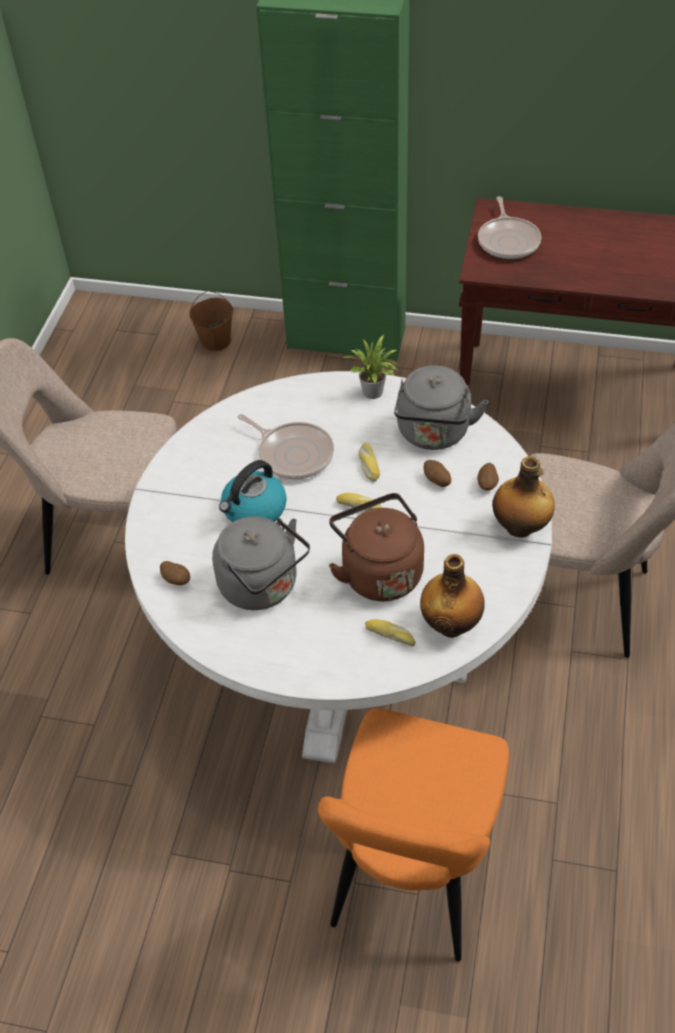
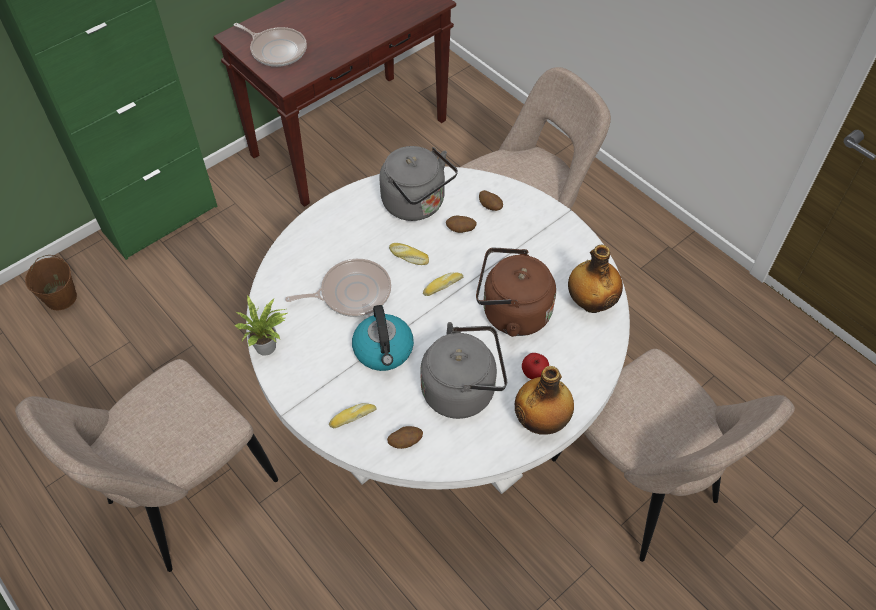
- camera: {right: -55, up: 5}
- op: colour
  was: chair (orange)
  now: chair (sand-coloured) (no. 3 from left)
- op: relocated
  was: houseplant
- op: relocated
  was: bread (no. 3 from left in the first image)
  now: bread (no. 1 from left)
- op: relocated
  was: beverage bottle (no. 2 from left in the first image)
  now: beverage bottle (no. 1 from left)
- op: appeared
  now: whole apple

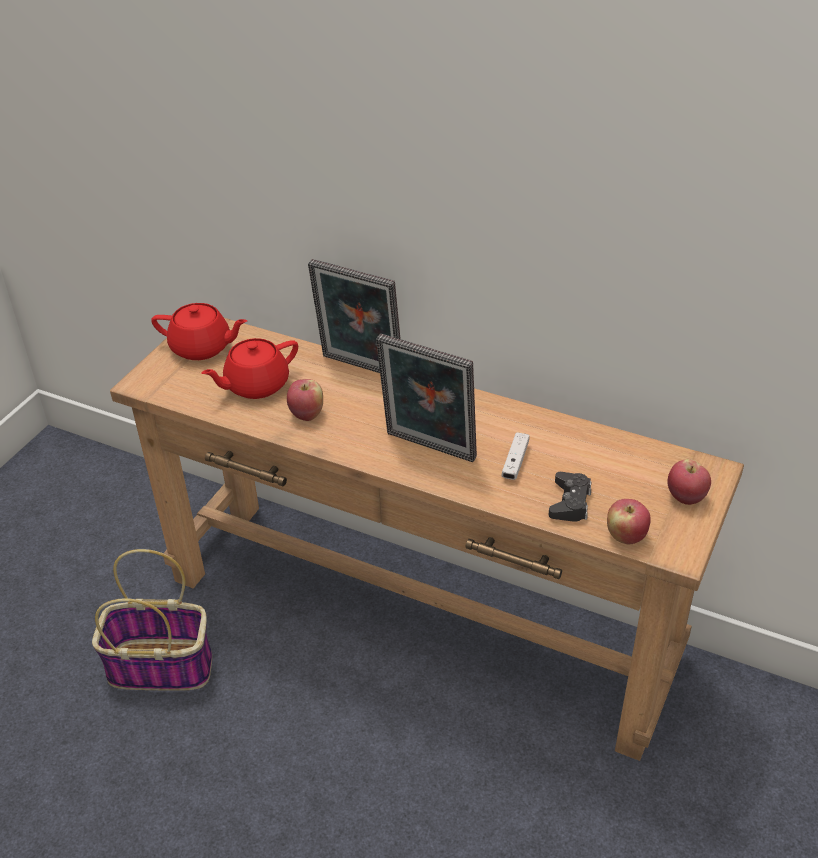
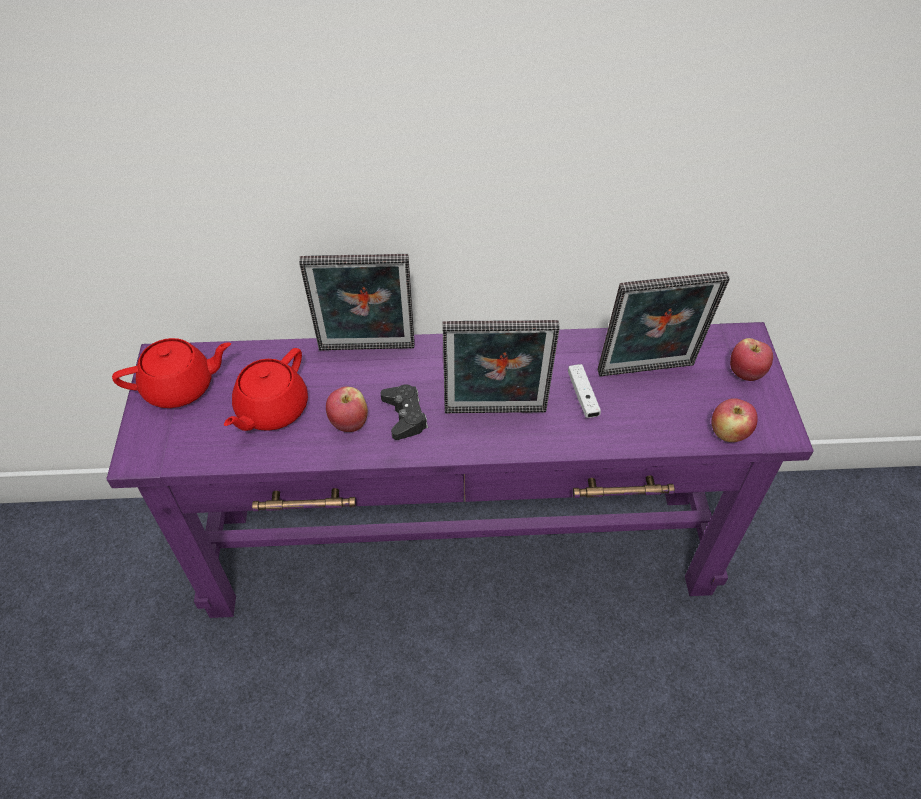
- camera: {right: -30, up: 10}
- op: missing
  was: storage basket
- op: colour
  was: hall table (brownish)
  now: hall table (purple)
- op: relocated
  was: game controller (black-coloured)
- op: appeared
  now: standing frame (no. 3 from left)

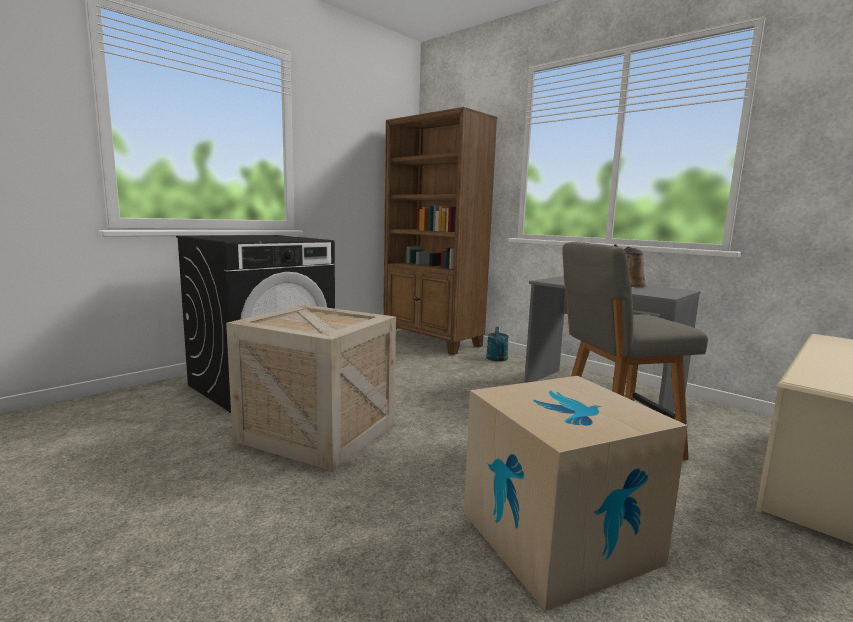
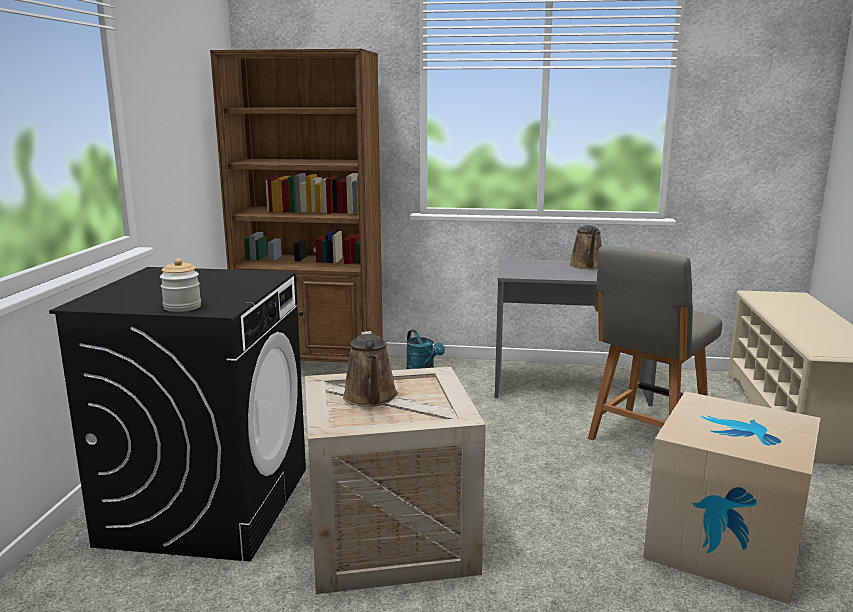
- camera: {right: -35, up: 5}
- op: appeared
  now: preserve jar
- op: appeared
  now: watering can (brownish) (no. 1 from left)

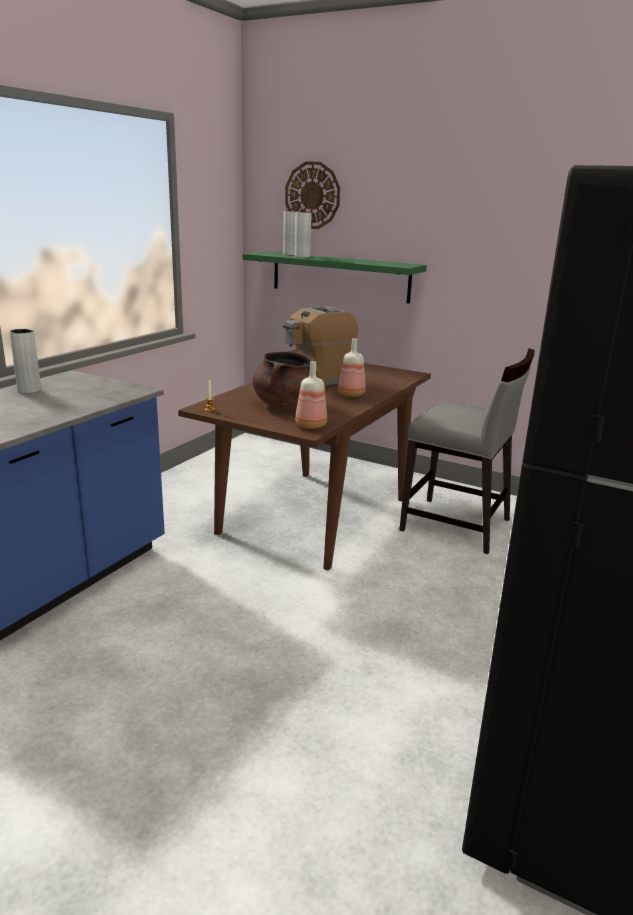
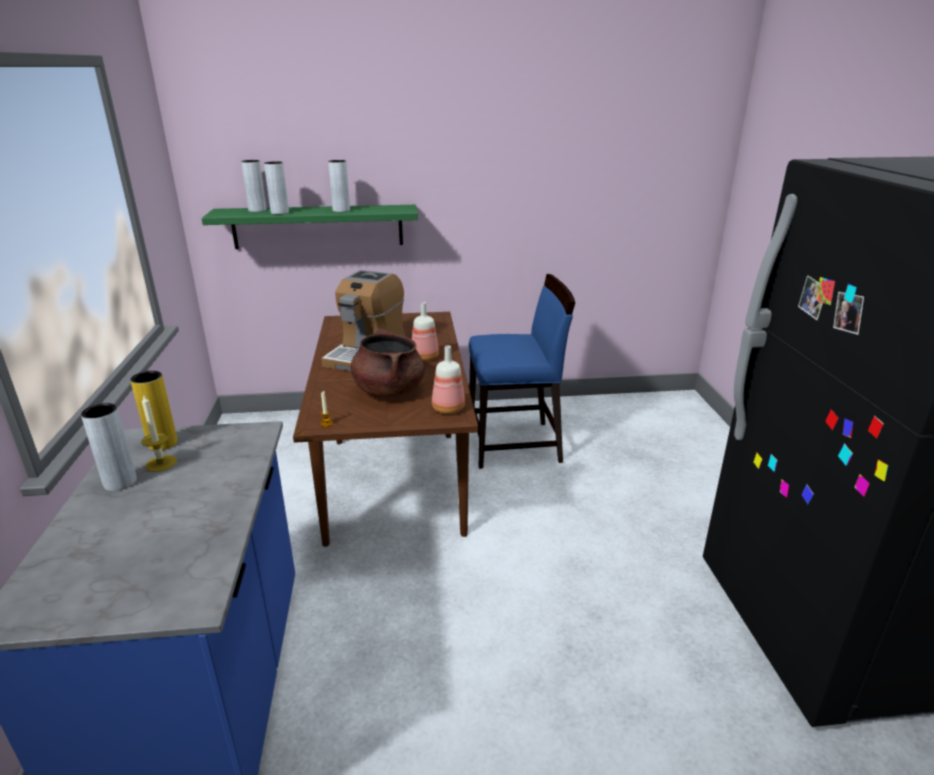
- camera: {right: -35, up: 5}
- op: missing
  was: wall clock
- op: colour
  was: chair (greyish)
  now: chair (blue-coloured)
- op: appeared
  now: vase (yellow)
- op: appeared
  now: wax light (no. 1 from left)
- op: appeared
  now: vase (greyish) (no. 4 from left)

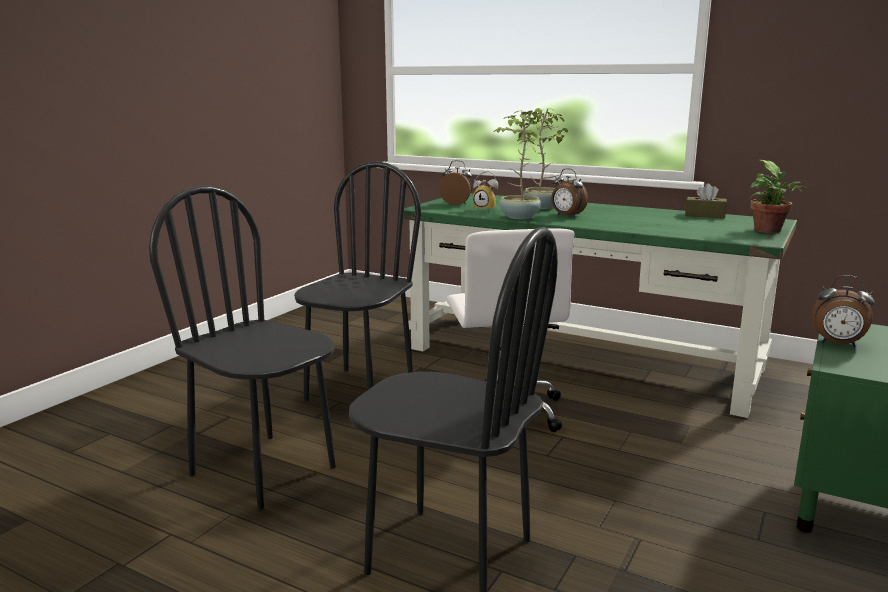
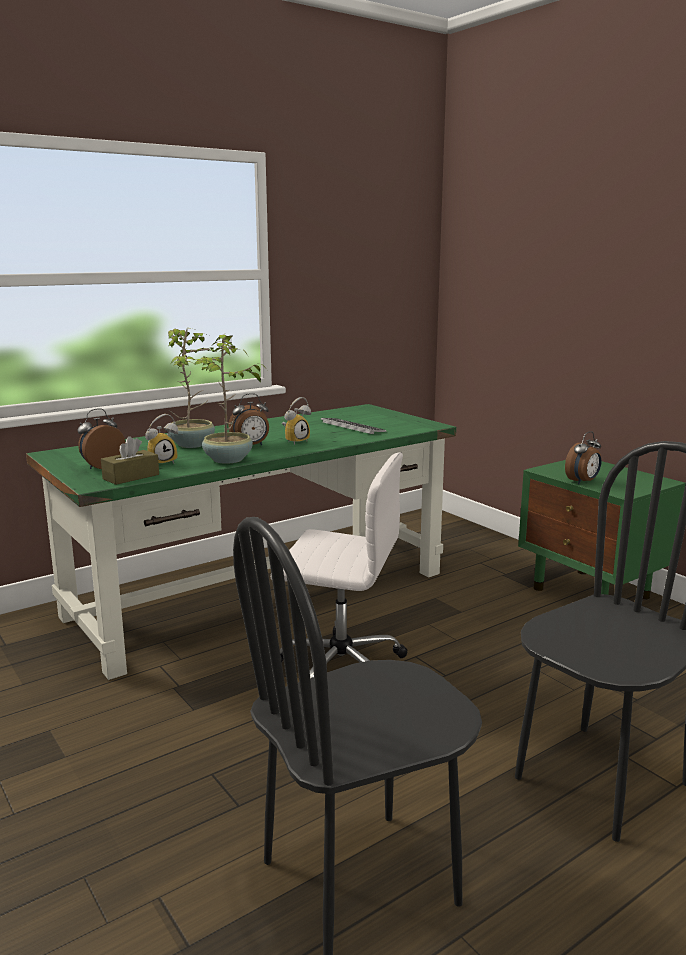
- camera: {right: -65, up: 0}
- op: missing
  was: chair (black-coloured) (no. 2 from left)
- op: relocated
  was: box of tissues (brownish)
- op: missing
  was: houseplant (no. 3 from left)
- op: appeared
  now: table clock (no. 4 from left)
- op: appeared
  now: keyboard

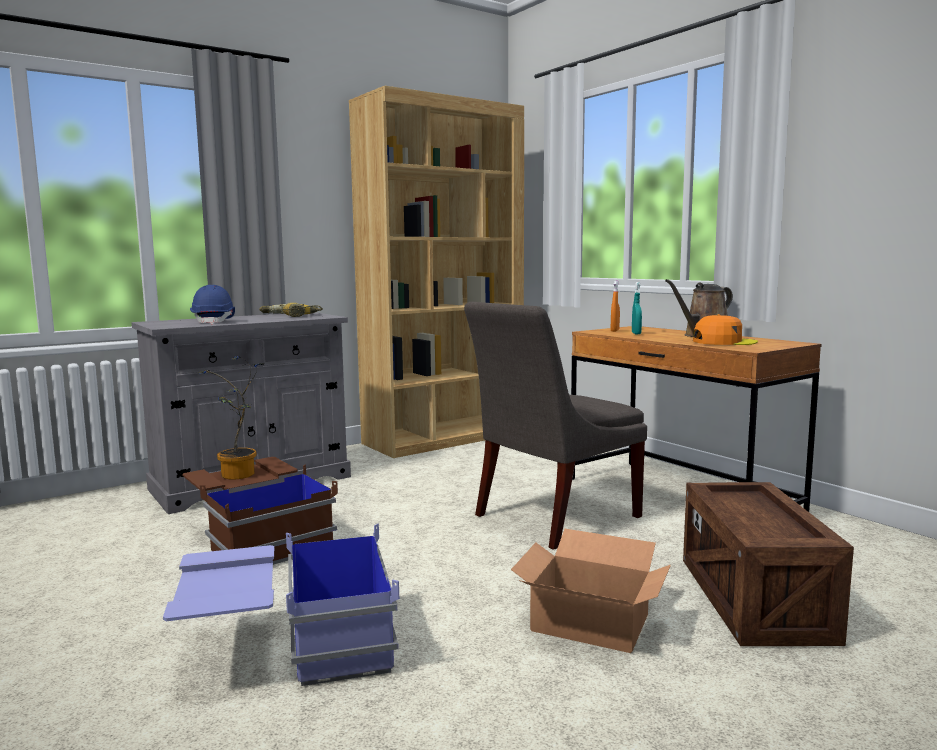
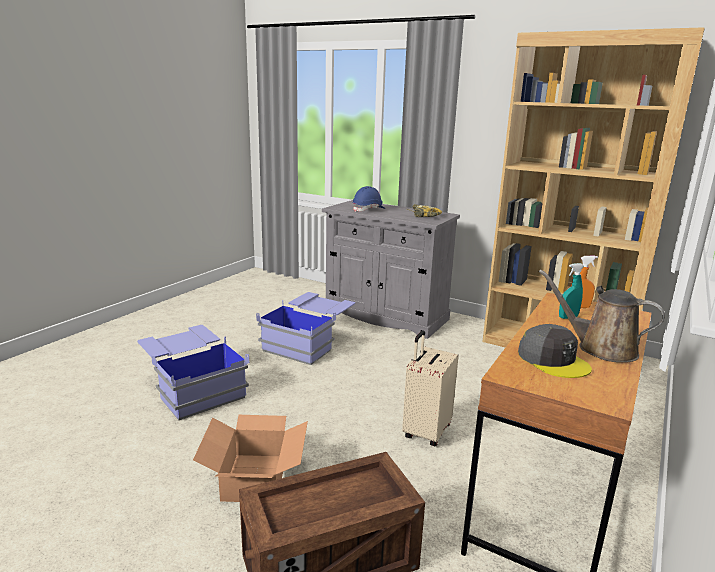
- camera: {right: 65, up: 10}
- op: colour
  was: storage bin (brownish)
  now: storage bin (blue-coloured) (no. 2 from left)
- op: missing
  was: houseplant
- op: exchanged
  was: chair (greyish)
  now: piece of luggage (sand-coloured)
- op: colour
  was: baseball cap (orange)
  now: baseball cap (greyish)

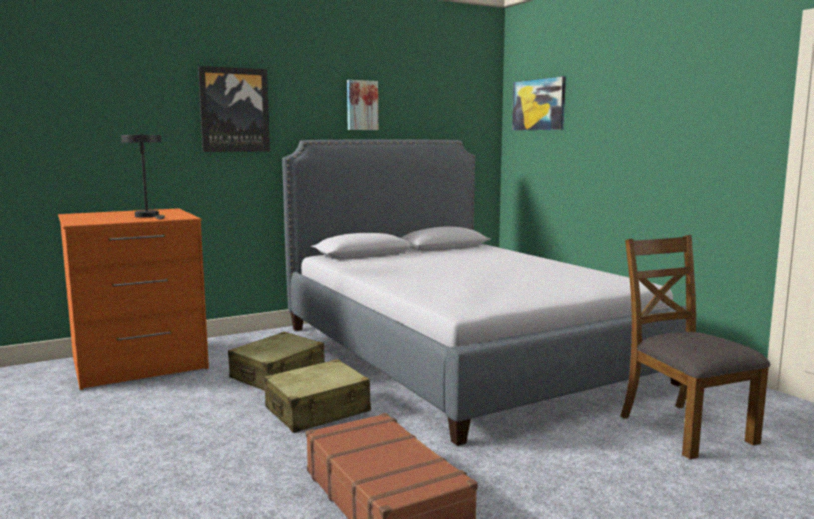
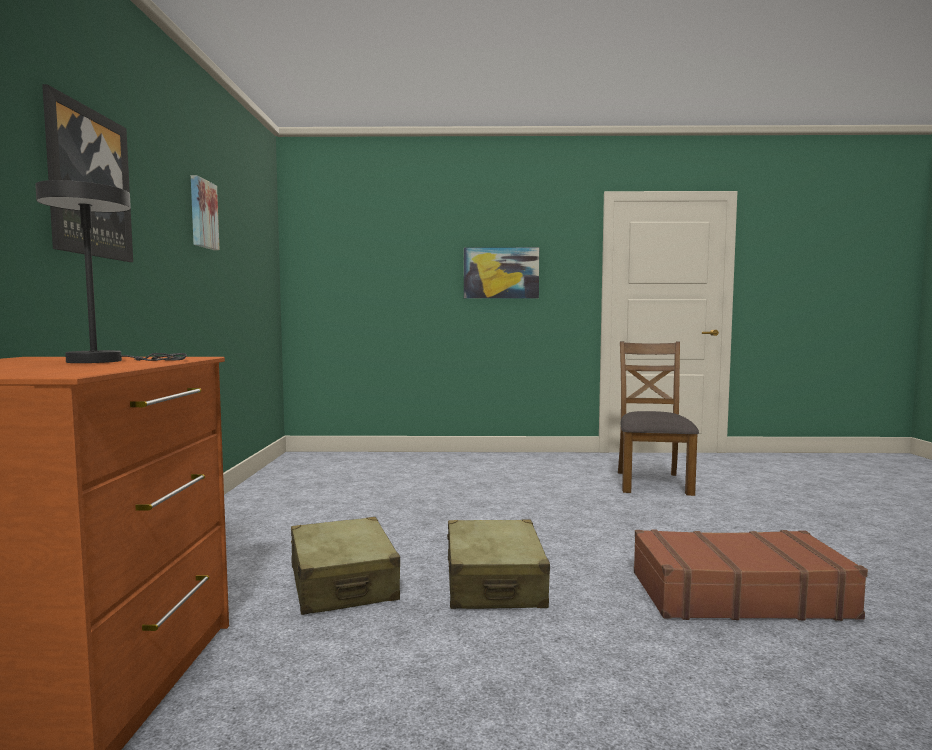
- camera: {right: -60, up: -5}
- op: missing
  was: bed
- op: relocated
  was: wall art (no. 3 from left)
- op: spun
  was: chair (brownish)
  clockwise: 90

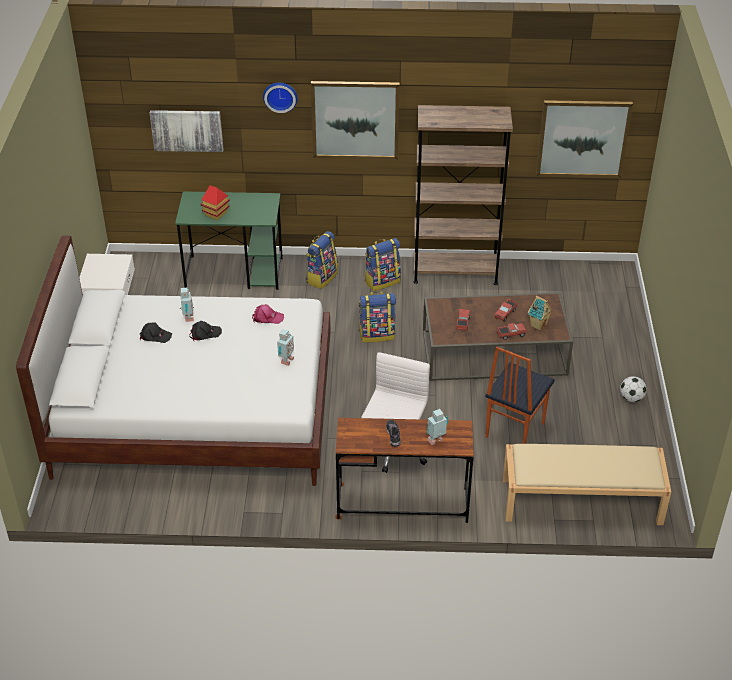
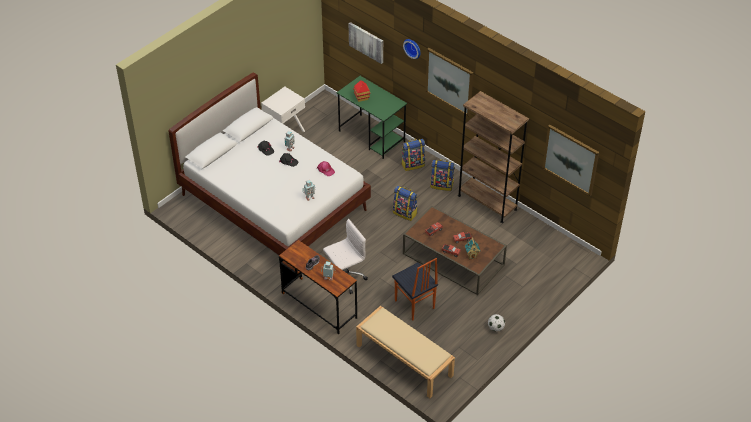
- camera: {right: 40, up: 5}
- op: spun
  was: chair
  clockwise: -105

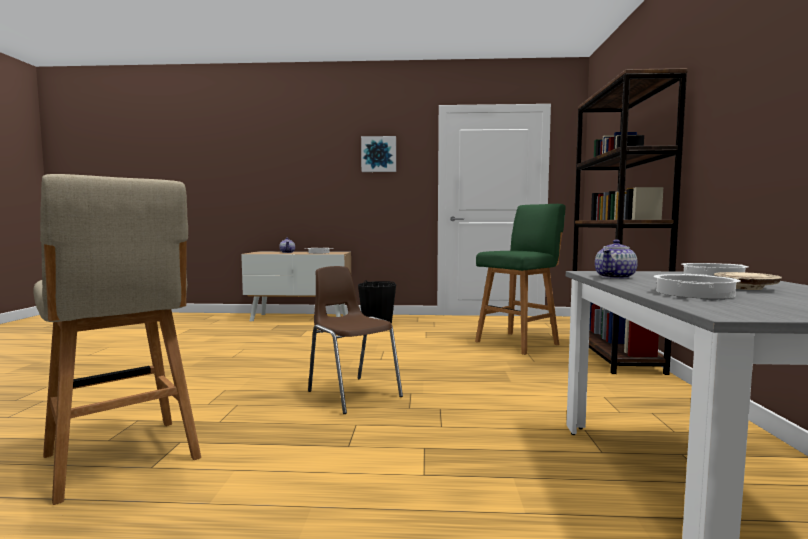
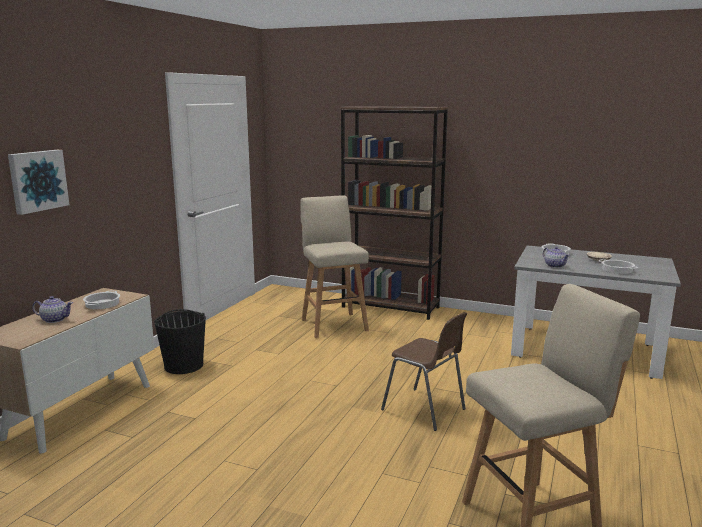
- camera: {right: -70, up: 10}
- op: spun
  was: chair (brownish)
  clockwise: -120
- op: relocated
  was: wall art
- op: colour
  was: stool seat (green-coloured)
  now: stool seat (sand-coloured) (no. 1 from left)

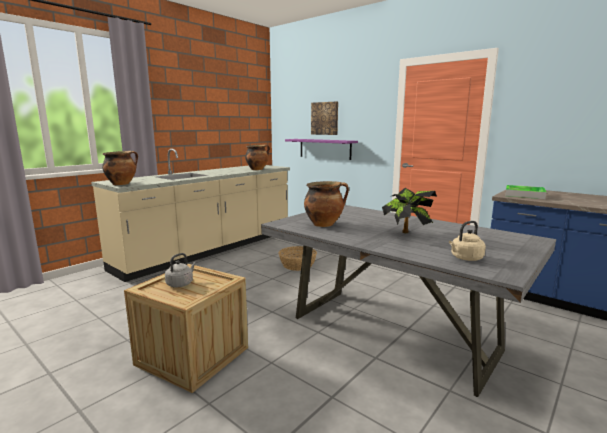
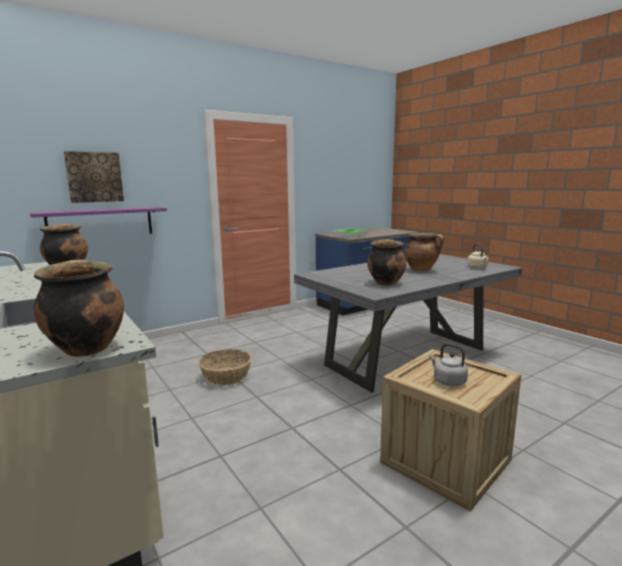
- camera: {right: -75, up: 0}
- op: exchanged
  was: houseplant
  now: stockpot (no. 4 from left)

